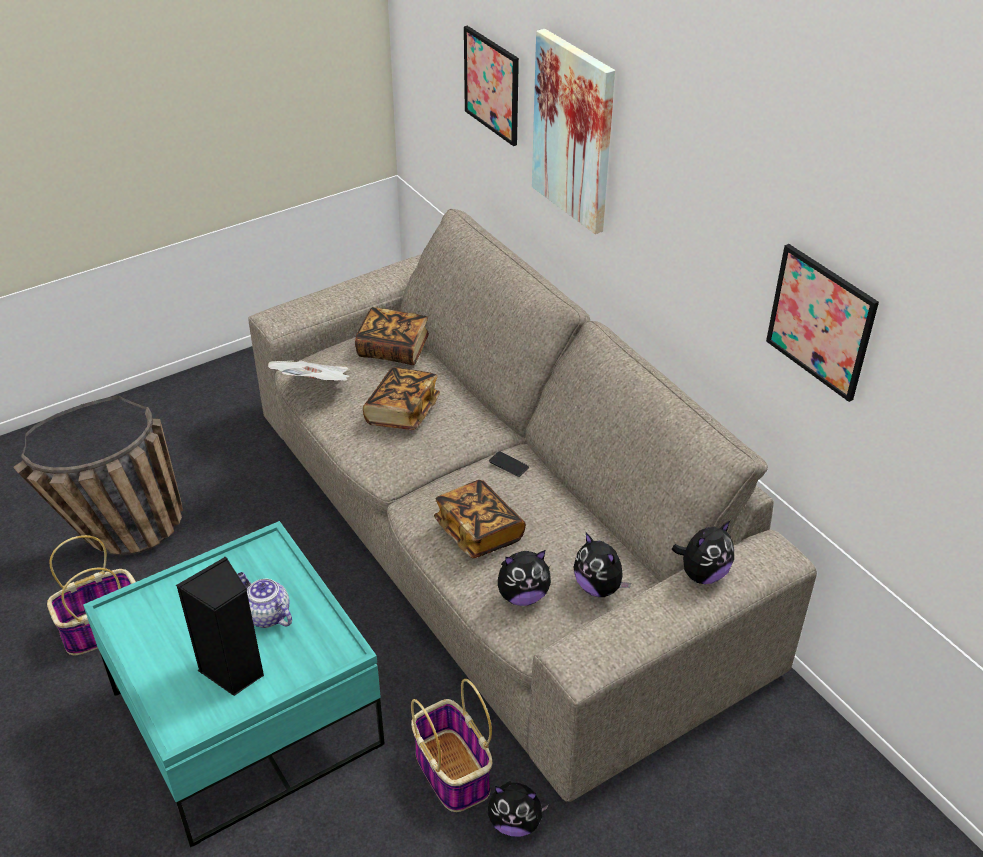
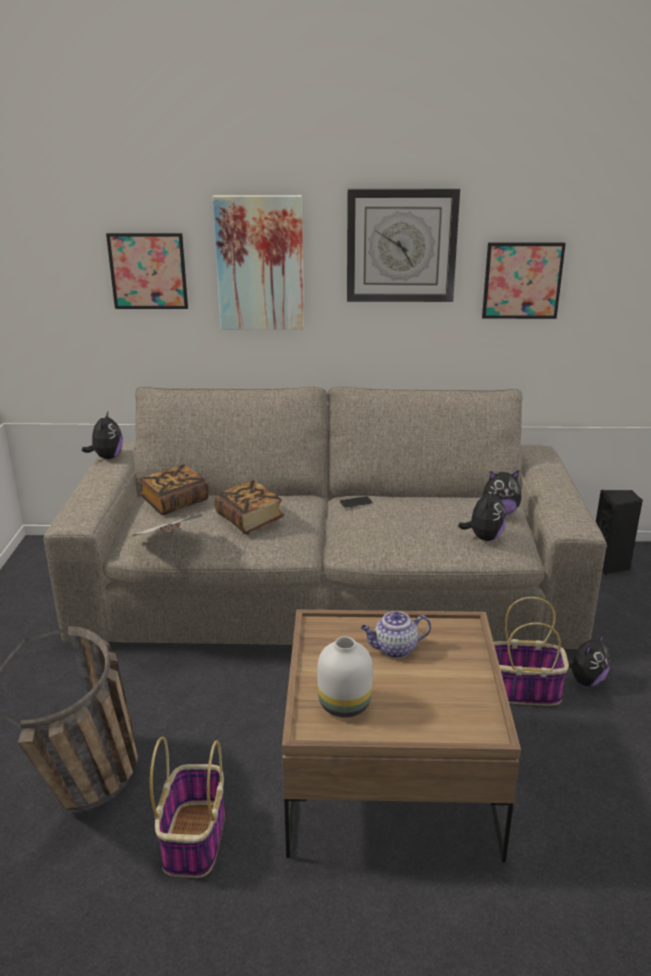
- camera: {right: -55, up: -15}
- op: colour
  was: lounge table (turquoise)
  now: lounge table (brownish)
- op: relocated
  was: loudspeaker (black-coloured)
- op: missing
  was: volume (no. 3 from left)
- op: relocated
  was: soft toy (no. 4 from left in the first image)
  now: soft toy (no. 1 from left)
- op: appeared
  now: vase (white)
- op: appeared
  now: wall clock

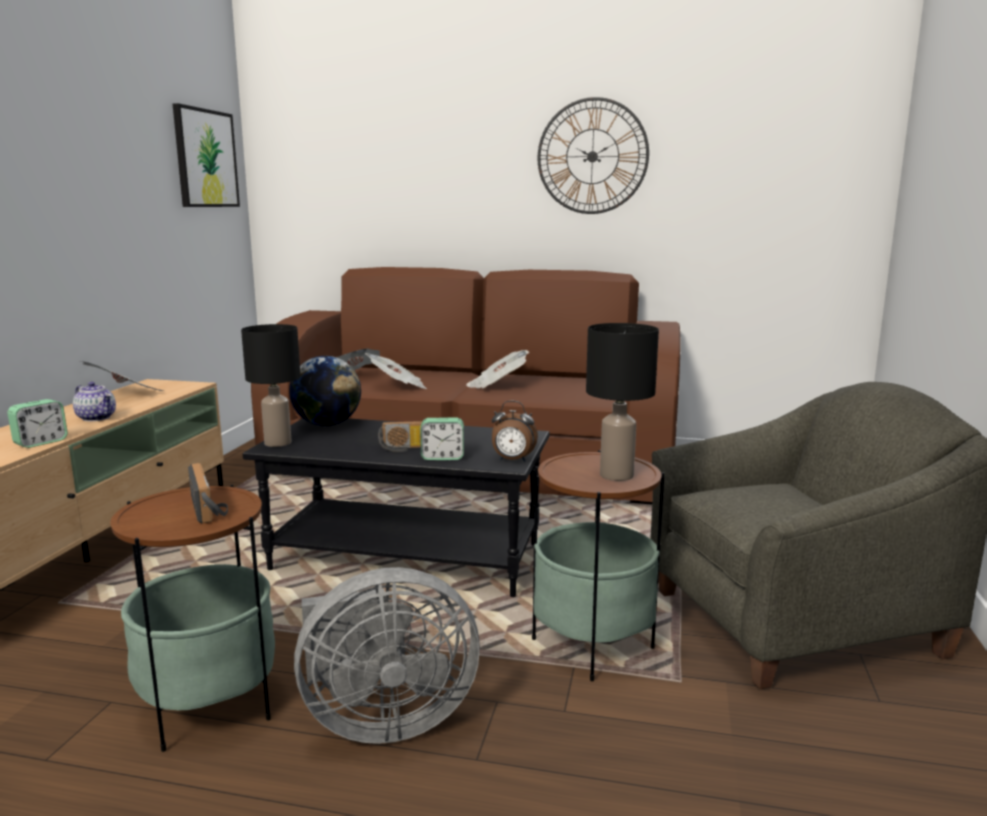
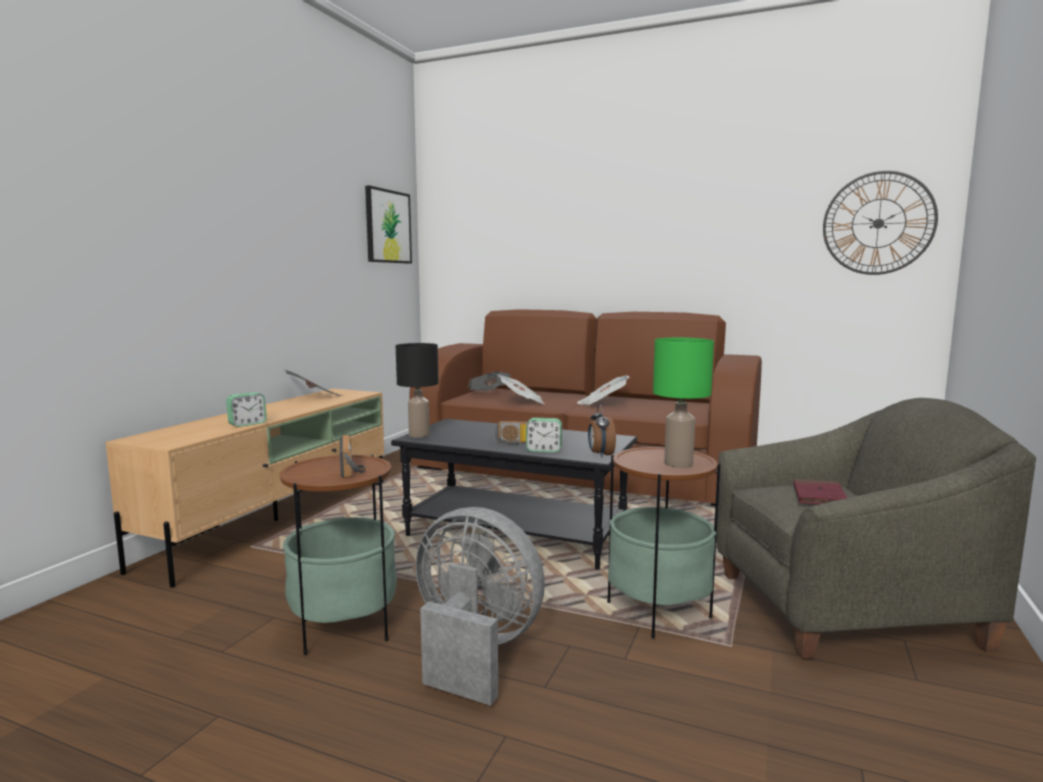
- camera: {right: 10, up: -5}
- op: missing
  was: pot for tea
- op: missing
  was: world globe
- op: spun
  was: cooling fan (greyish)
  clockwise: -150
- op: spun
  was: table clock (no. 3 from left)
  clockwise: 60
- op: relocated
  was: wall clock
- op: colour
  was: table lamp (black-coloured) (no. 2 from left)
  now: table lamp (green-coloured)
- op: appeared
  now: volume (red-coloured)

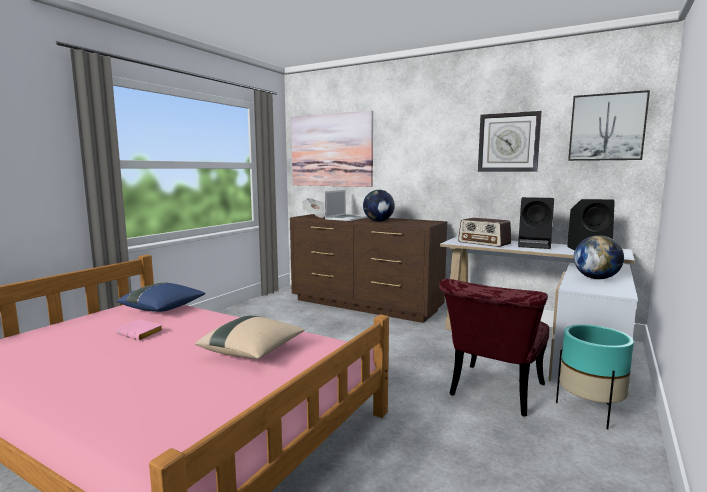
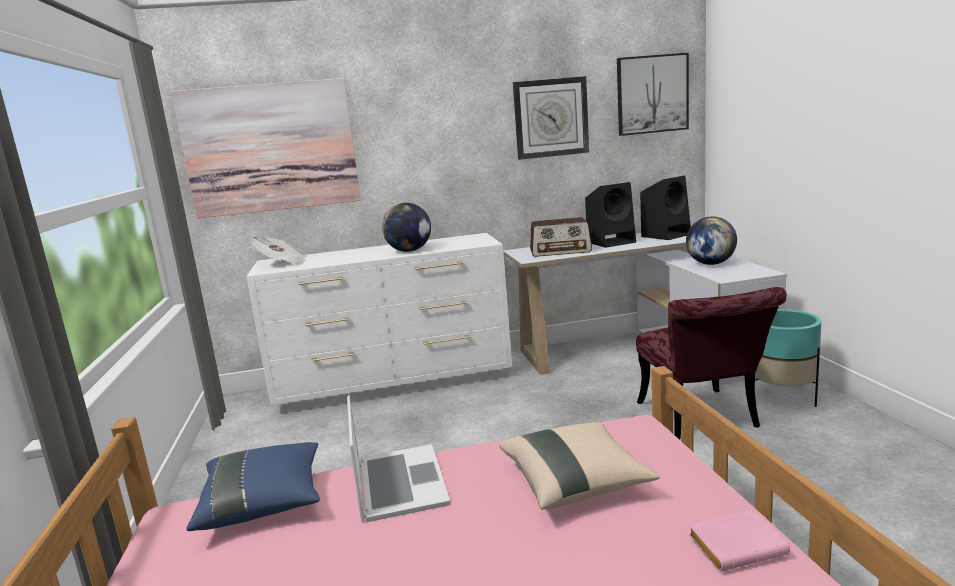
- camera: {right: -40, up: 5}
- op: relocated
  was: volume (pink)
- op: colour
  was: dresser (brownish)
  now: dresser (white)
- op: relocated
  was: notebook computer

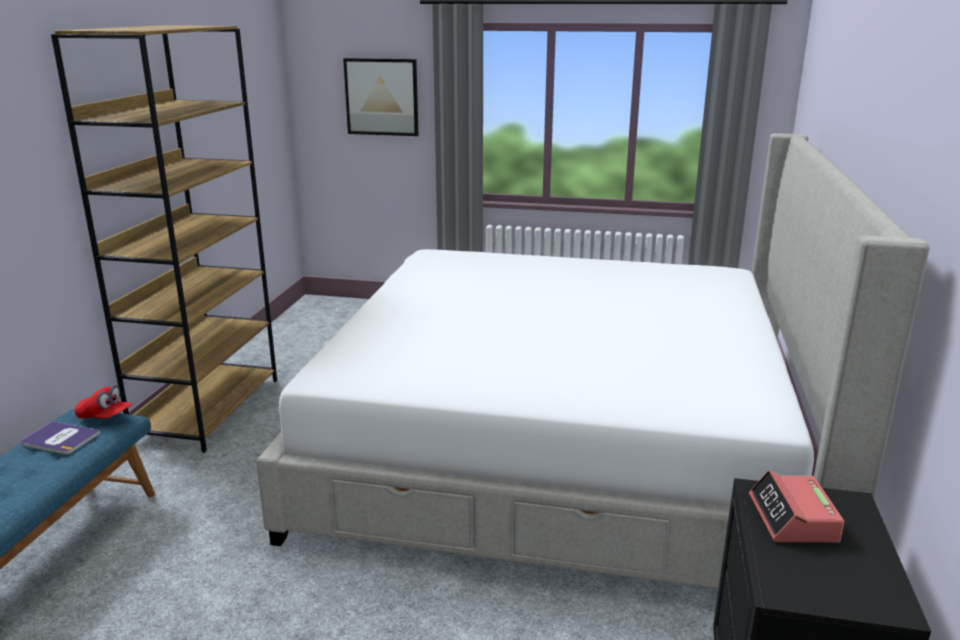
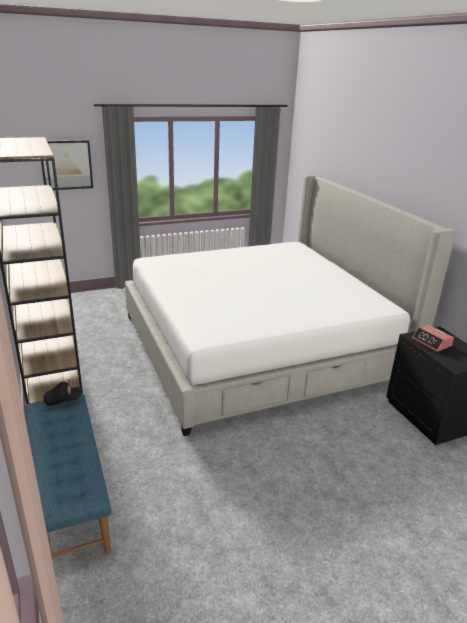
- camera: {right: -35, up: 5}
- op: missing
  was: volume
- op: colour
  was: baseball cap (red-coloured)
  now: baseball cap (black-coloured)

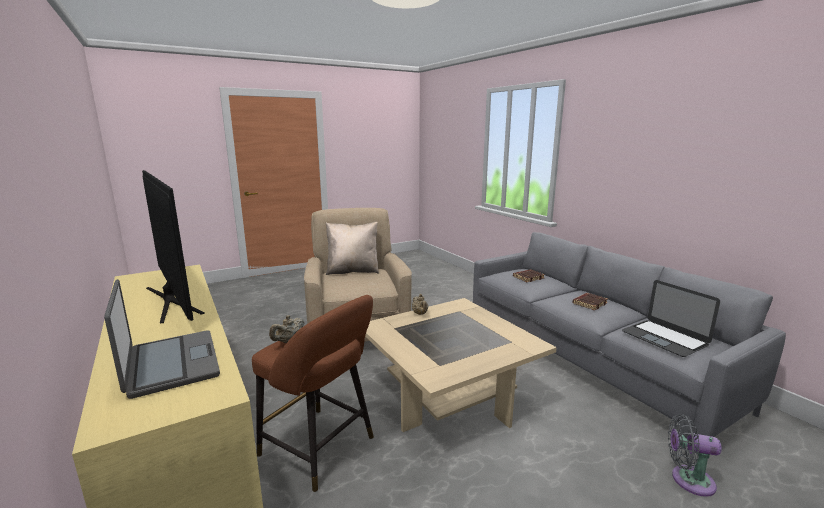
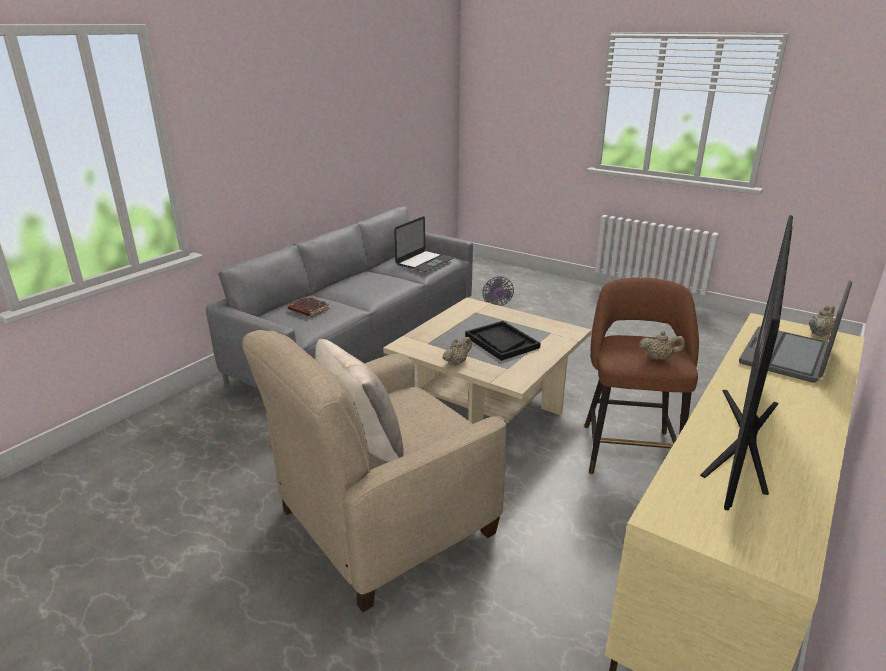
- camera: {right: -115, up: 10}
- op: missing
  was: volume (brownish) (no. 2 from left)
- op: appeared
  now: carrying tray (black-coloured)
- op: appeared
  now: pot for tea (sand-coloured) (no. 3 from left)

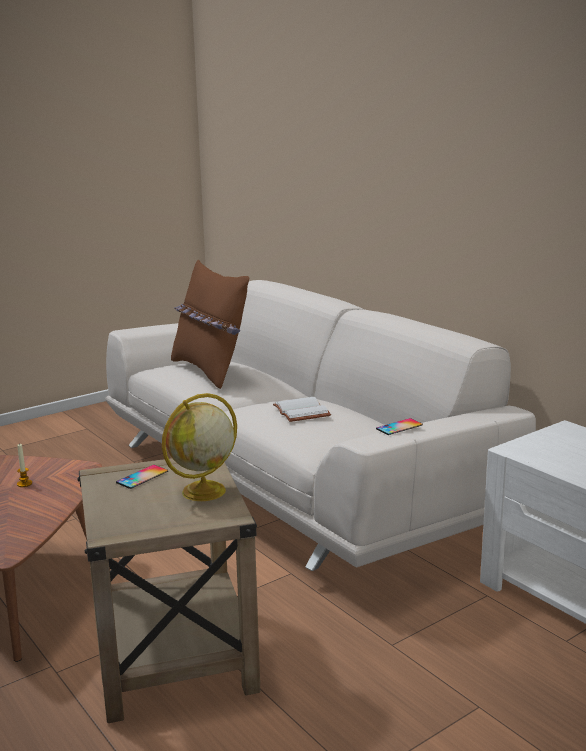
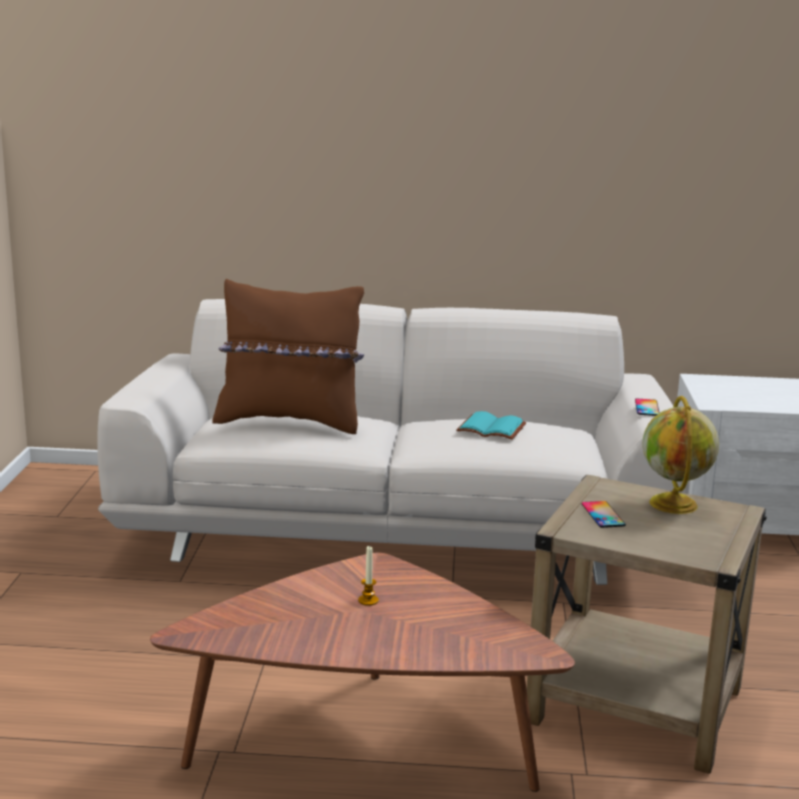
- camera: {right: -50, up: 0}
- op: colour
  was: volume (white)
  now: volume (turquoise)

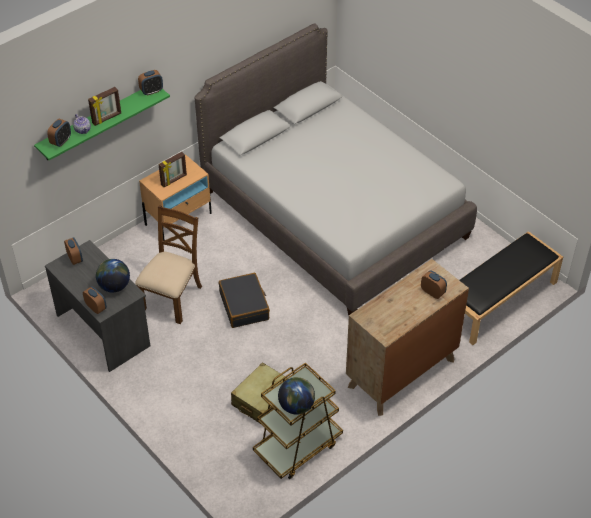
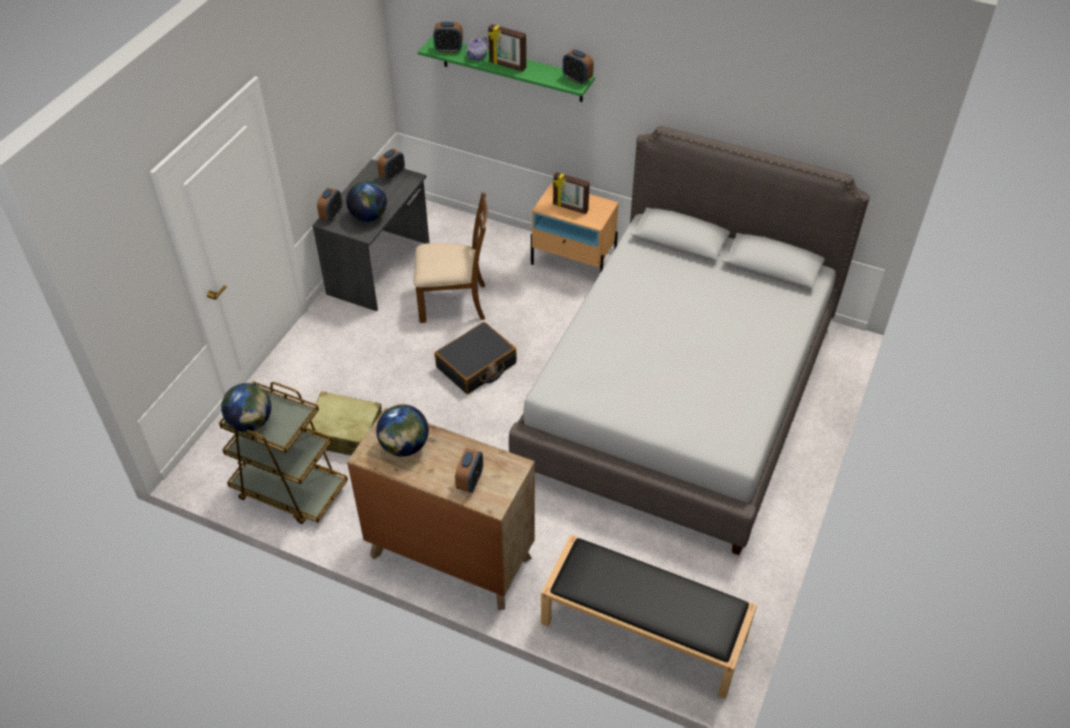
- camera: {right: 65, up: 0}
- op: appeared
  now: world globe (no. 3 from left)

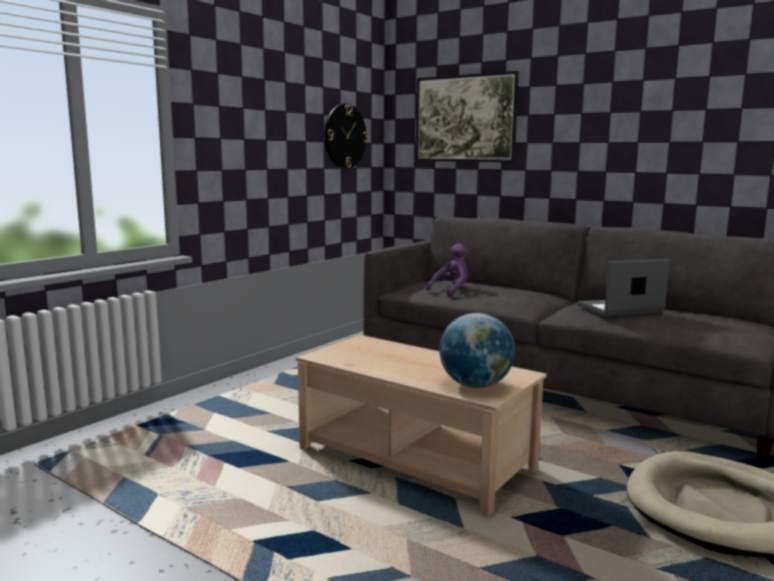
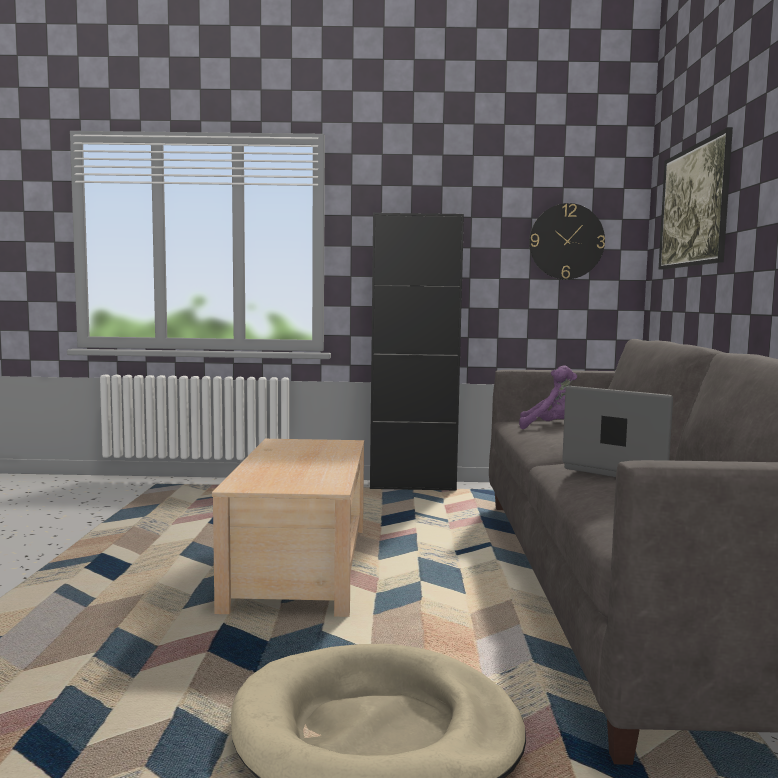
- camera: {right: 55, up: -5}
- op: missing
  was: world globe
- op: appeared
  now: cabinet (black-coloured)

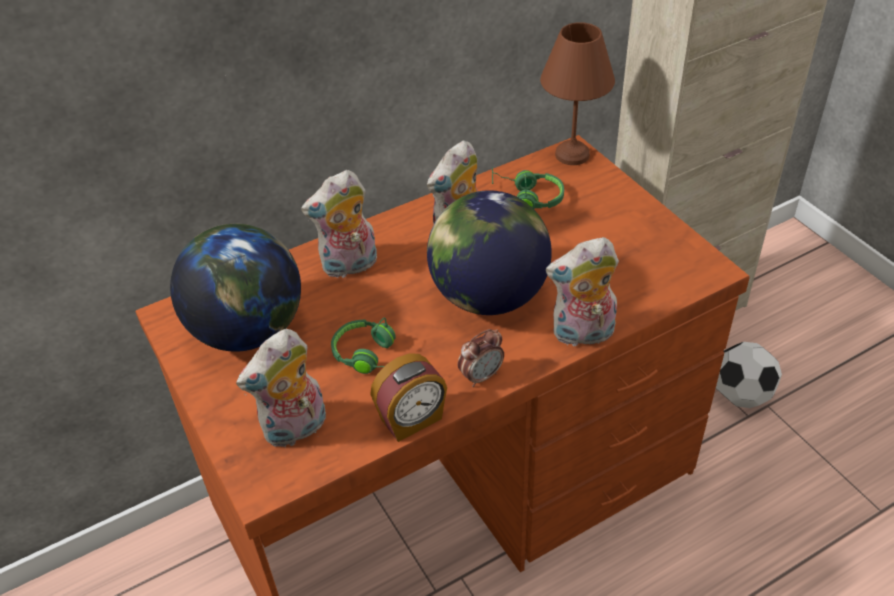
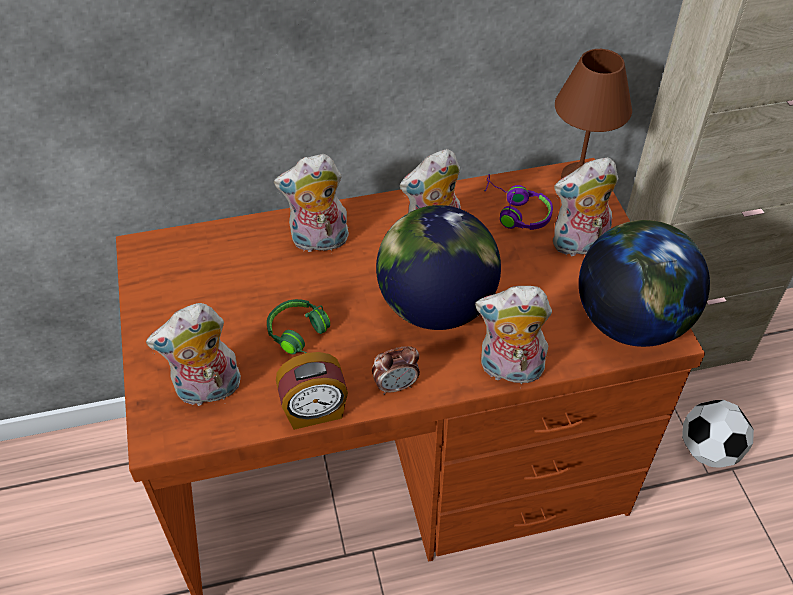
- camera: {right: 15, up: 5}
- op: relocated
  was: world globe (no. 1 from left in the first image)
  now: world globe (no. 2 from left)
- op: colour
  was: headset (green-coloured) (no. 2 from left)
  now: headset (purple)
- op: appeared
  now: soft toy (no. 5 from left)

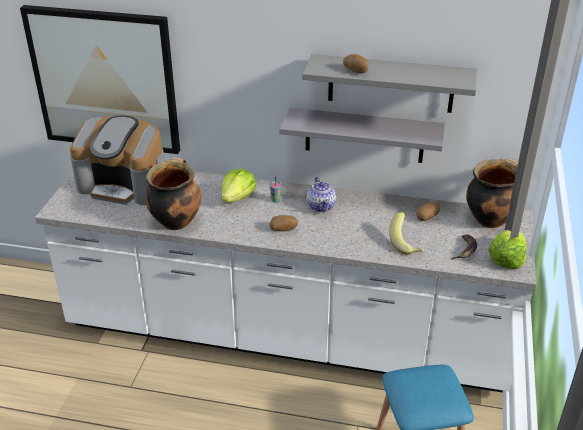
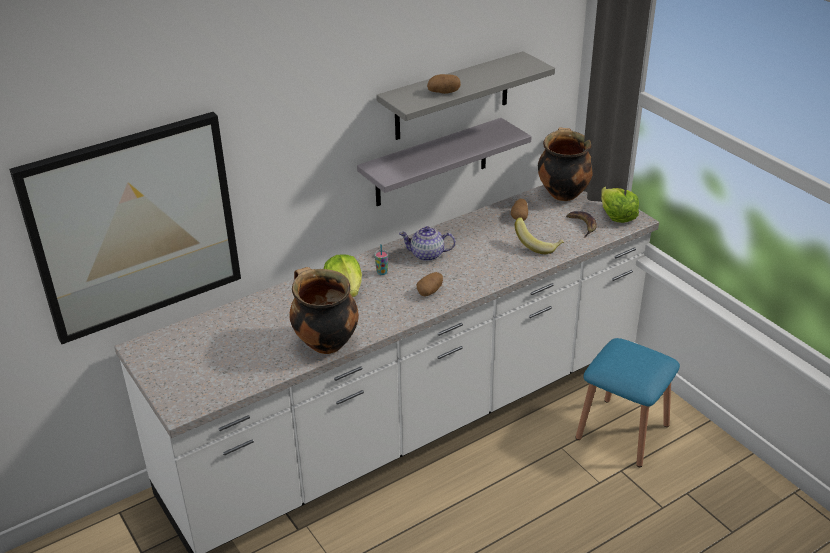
- camera: {right: -45, up: 0}
- op: missing
  was: coffee maker
- op: spun
  was: pot for tea
  clockwise: 150

